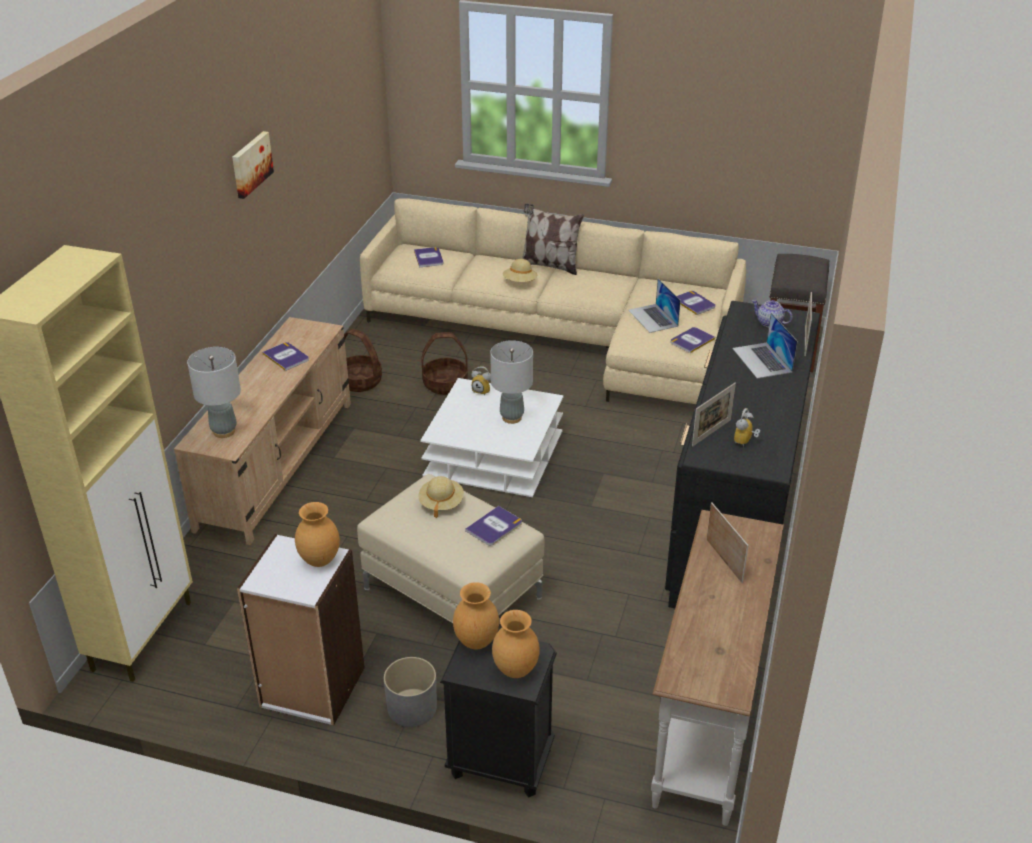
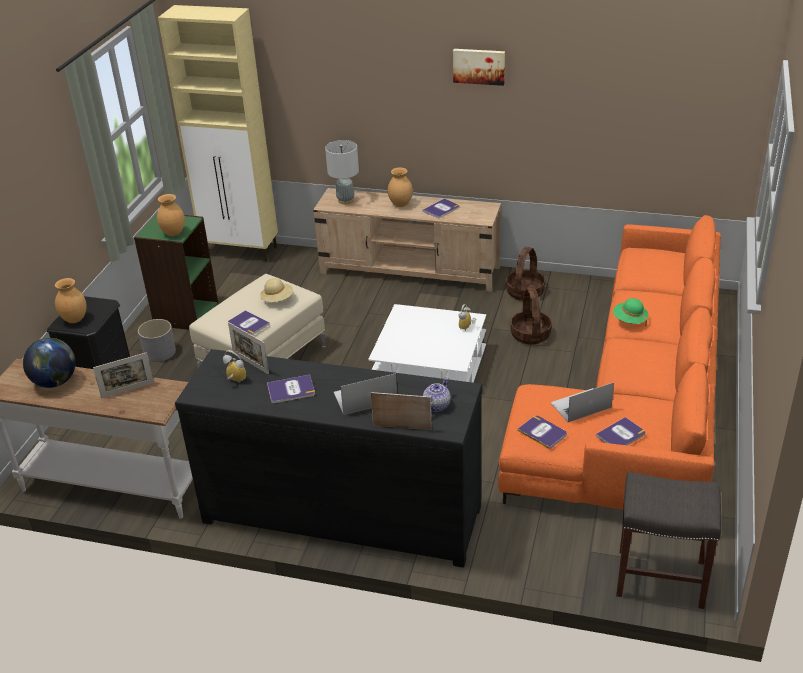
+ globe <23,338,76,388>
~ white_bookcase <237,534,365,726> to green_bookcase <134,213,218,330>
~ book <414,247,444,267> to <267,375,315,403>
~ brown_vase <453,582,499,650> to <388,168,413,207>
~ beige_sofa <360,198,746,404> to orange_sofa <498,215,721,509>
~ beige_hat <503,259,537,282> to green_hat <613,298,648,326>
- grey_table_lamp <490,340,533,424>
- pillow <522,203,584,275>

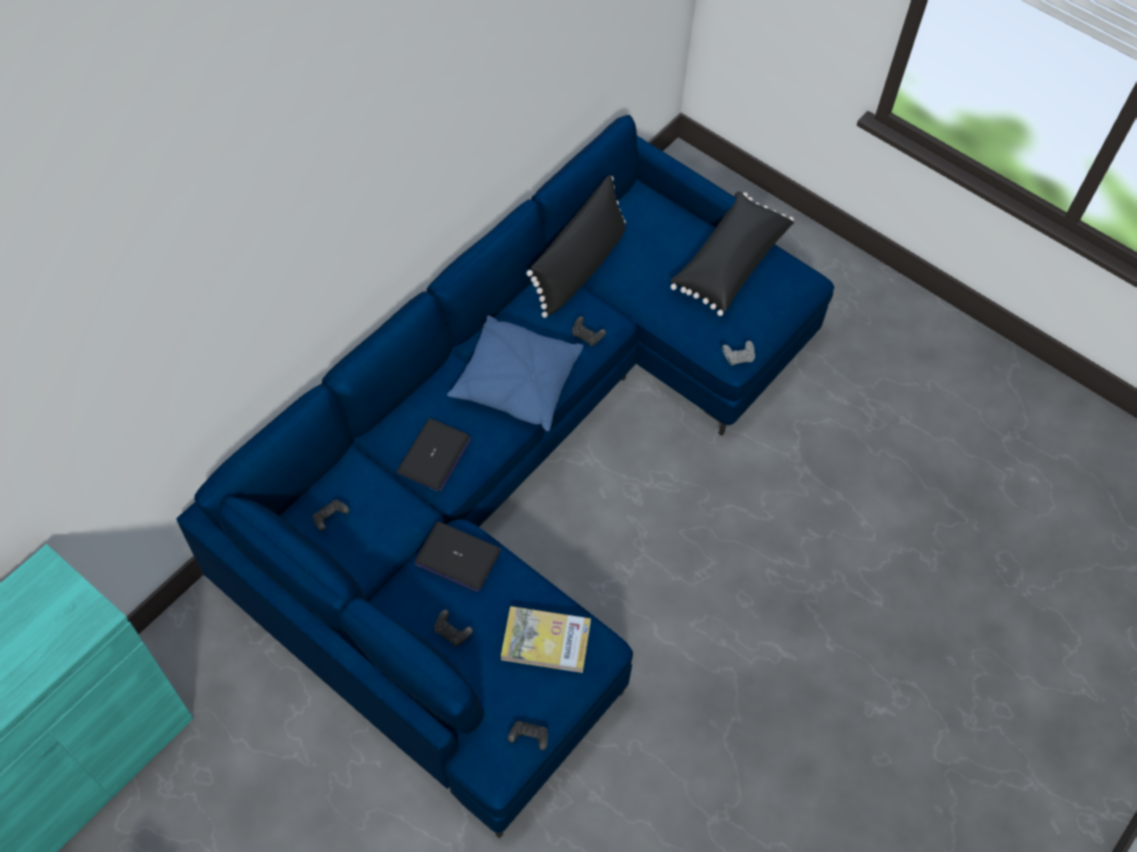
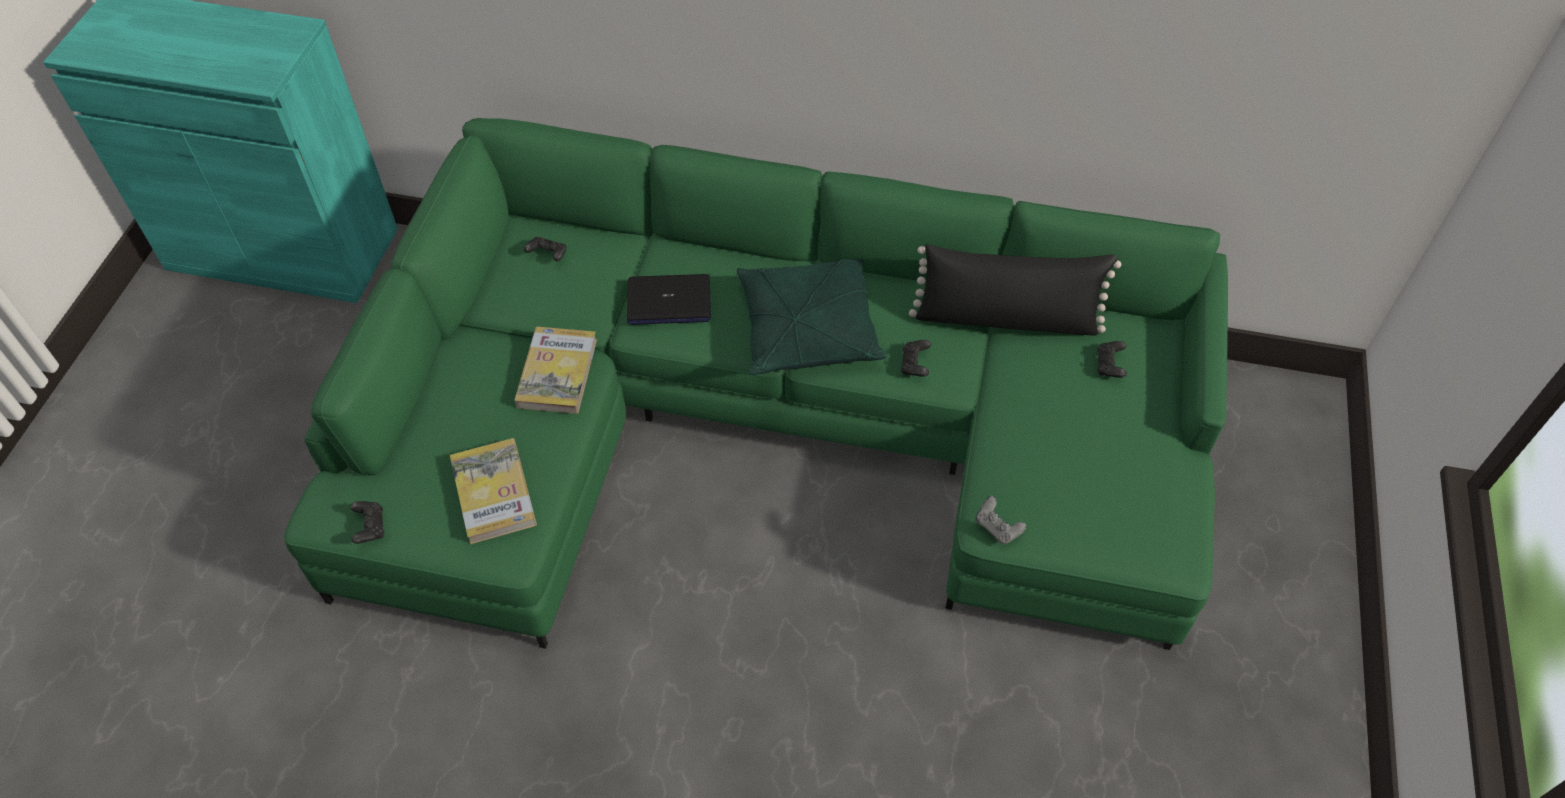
~ blue_sofa <176,115,834,839> to green_sofa <284,118,1228,650>
~ laptop <415,522,501,593> to book <515,327,597,414>
~ blue_pillow <447,315,583,431> to green_pillow <737,258,887,375>
~ black_game_controller <434,609,473,646> to <1097,341,1127,378>
- black_pillow <670,192,794,316>

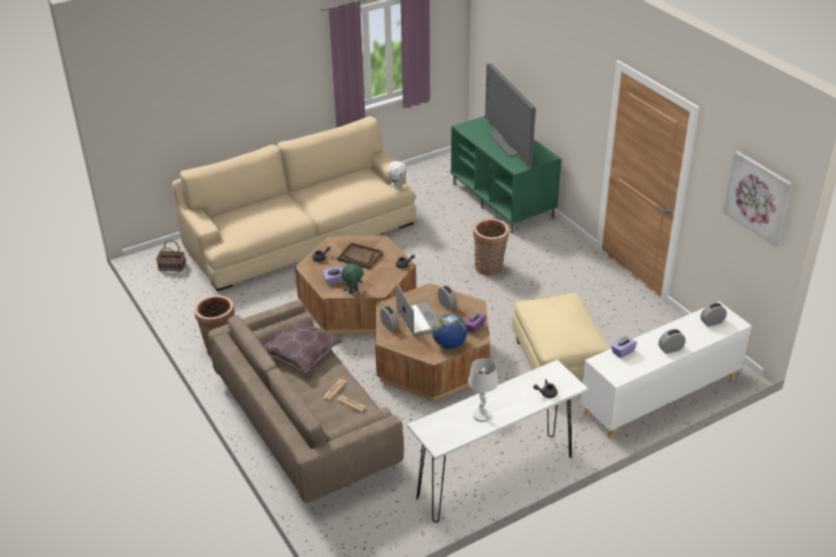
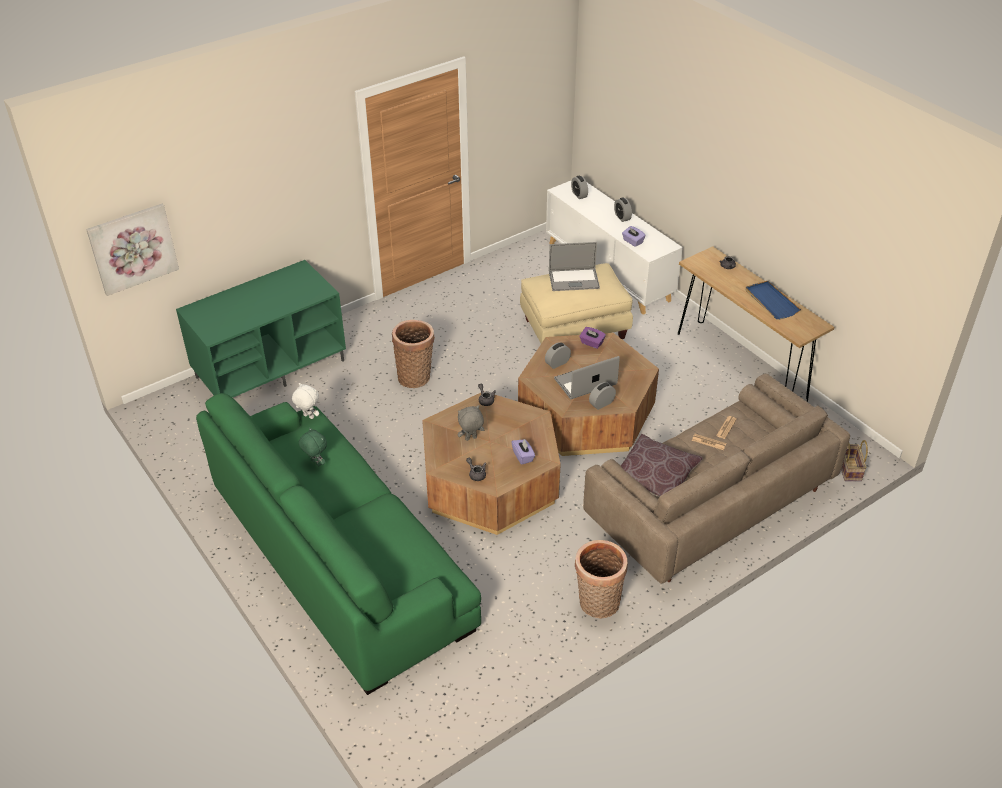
~ picture <723,151,792,247> to <86,204,179,296>
~ beige_sofa <172,116,416,291> to green_sofa <196,393,481,695>
~ green_plush_toy <341,263,363,294> to <299,427,327,466>
~ brown_tray <337,242,383,269> to grey_plush_toy <458,405,484,441>
+ laptop <549,242,600,291>
~ white_console_table <407,360,588,522> to brown_console_table <678,246,835,402>
~ white_table_lamp <468,358,498,422> to blue_tray <745,281,801,319>
~ basket <156,240,186,272> to <841,440,868,481>
- globe <432,314,467,349>
- television <485,63,536,166>

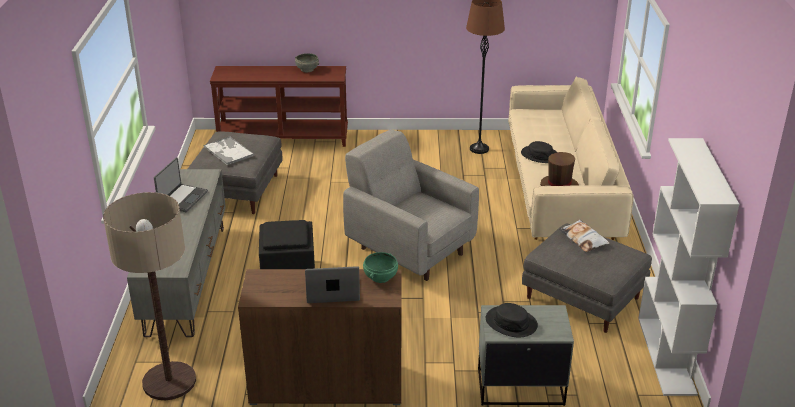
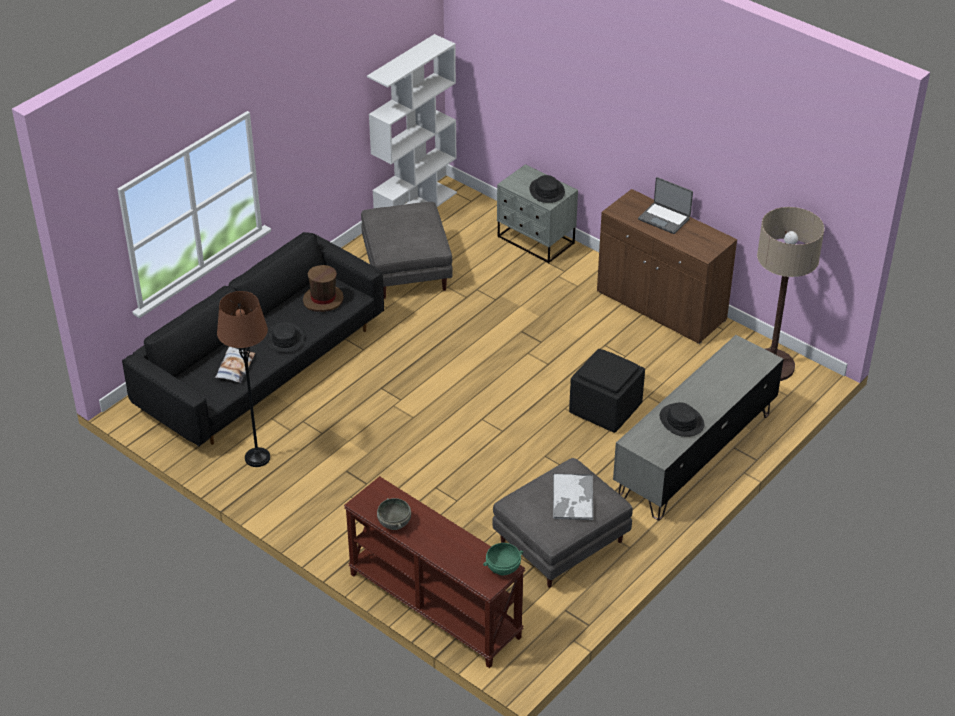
~ beige_sofa <508,77,634,240> to black_sofa <122,232,384,447>
~ pillow <559,220,609,252> to <215,346,255,383>
~ green_bowl <363,252,398,283> to <483,543,523,575>
~ laptop <154,157,208,212> to black_hat <660,402,704,437>
- grey_armchair <343,130,479,281>

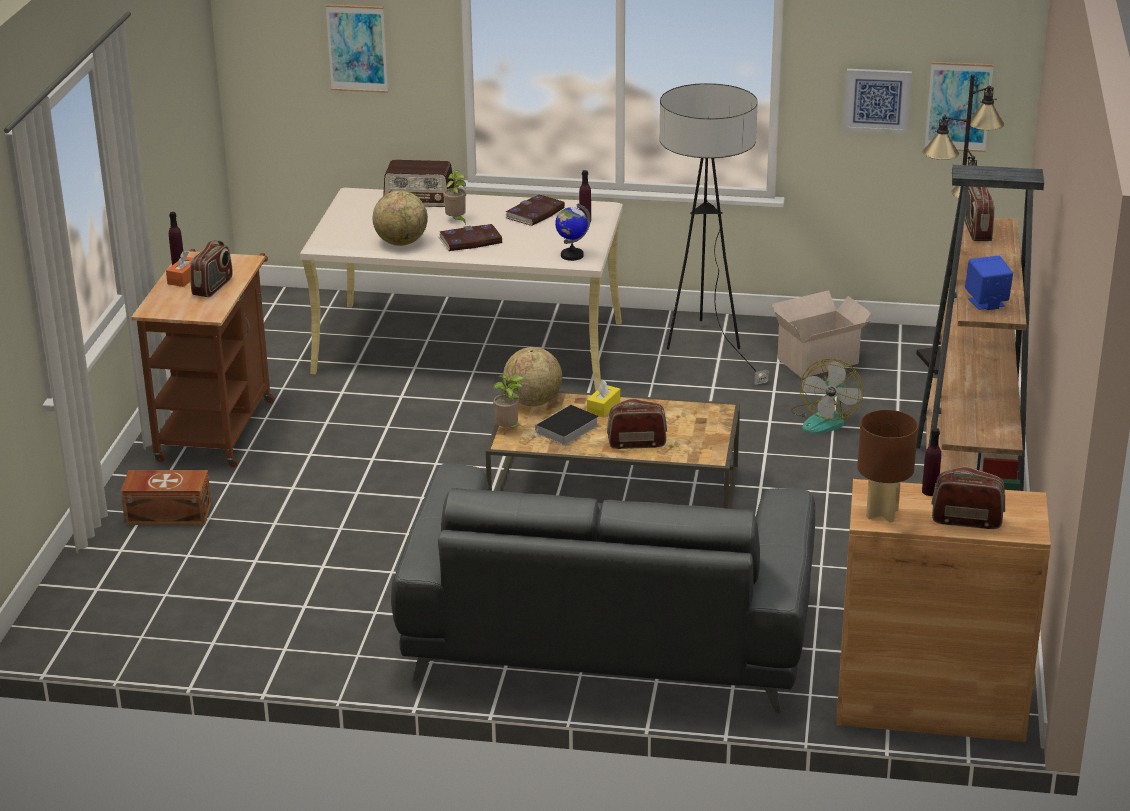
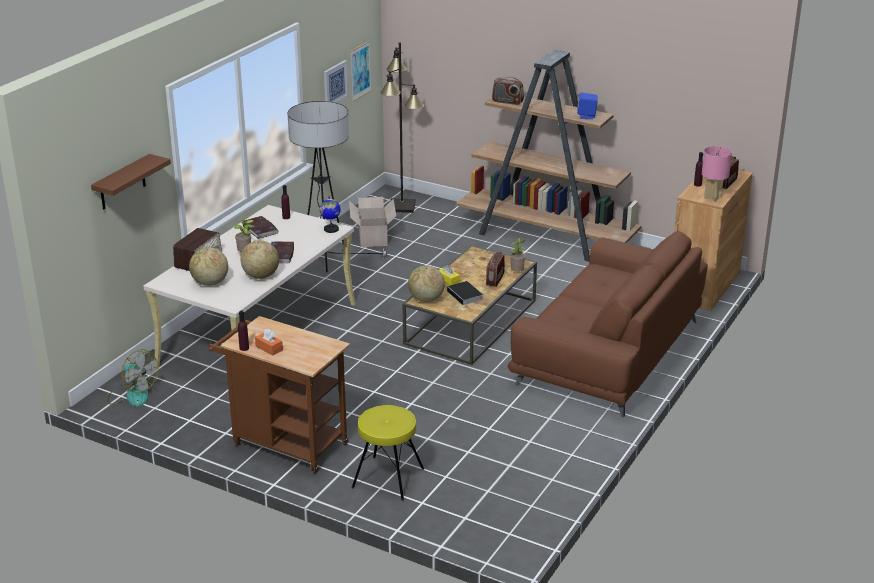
~ picture <325,4,388,93> to brown_shelf <91,154,171,210>
~ fan <791,359,864,434> to <107,349,159,407>
+ globe <189,247,228,286>
~ brown_storage_box <121,470,212,525> to yellow_stool <352,405,424,501>
~ grey_sofa <391,463,815,713> to brown_sofa <508,231,708,417>
~ potted_plant <493,375,525,428> to <510,238,526,271>
~ brown_table_lamp <857,410,918,523> to pink_table_lamp <702,146,732,202>
- radio <190,240,233,297>

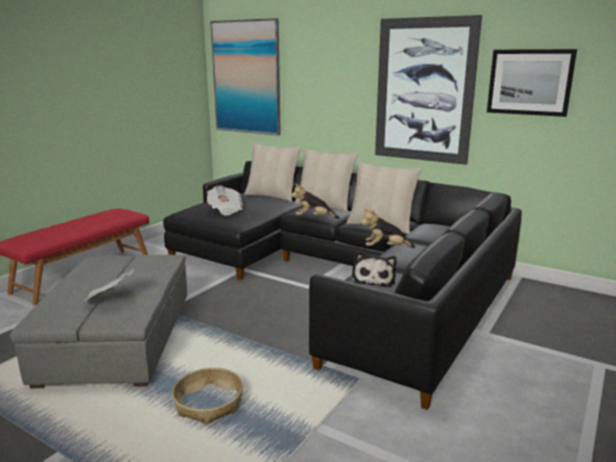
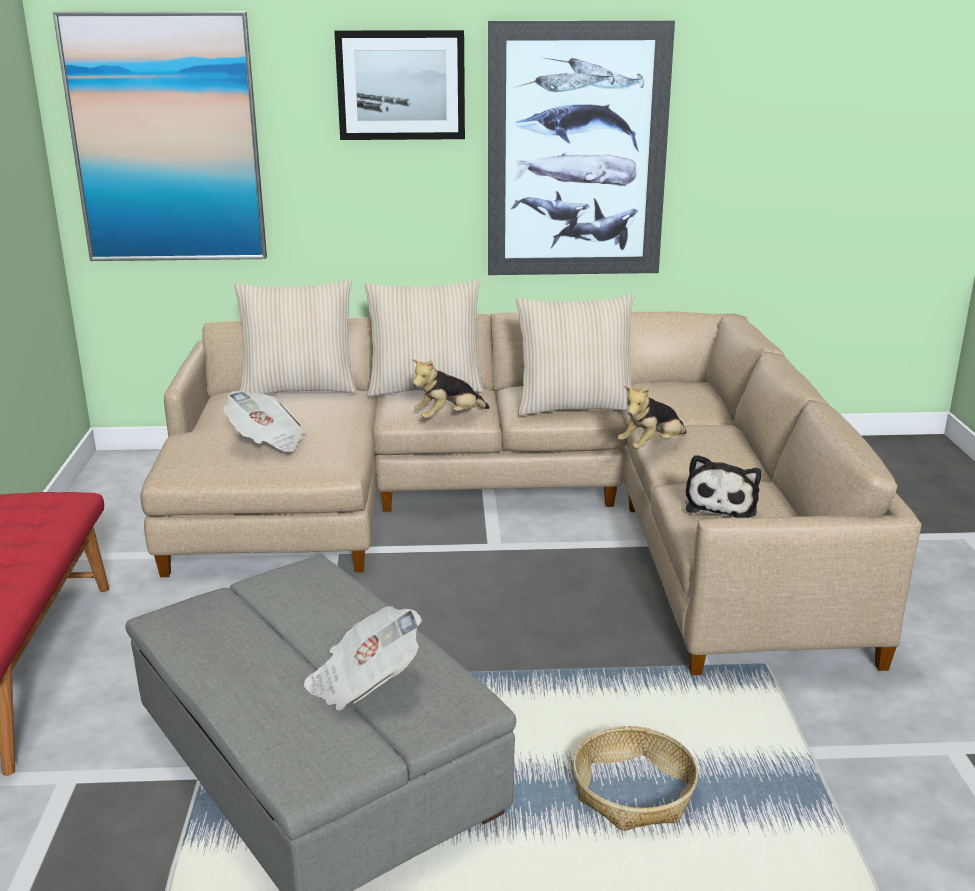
~ black_sofa <163,161,522,410> to beige_sofa <140,312,922,675>
~ picture <487,49,577,117> to <334,30,465,140>
~ plush_toy <352,251,397,288> = <685,455,761,518> 45 degrees clockwise

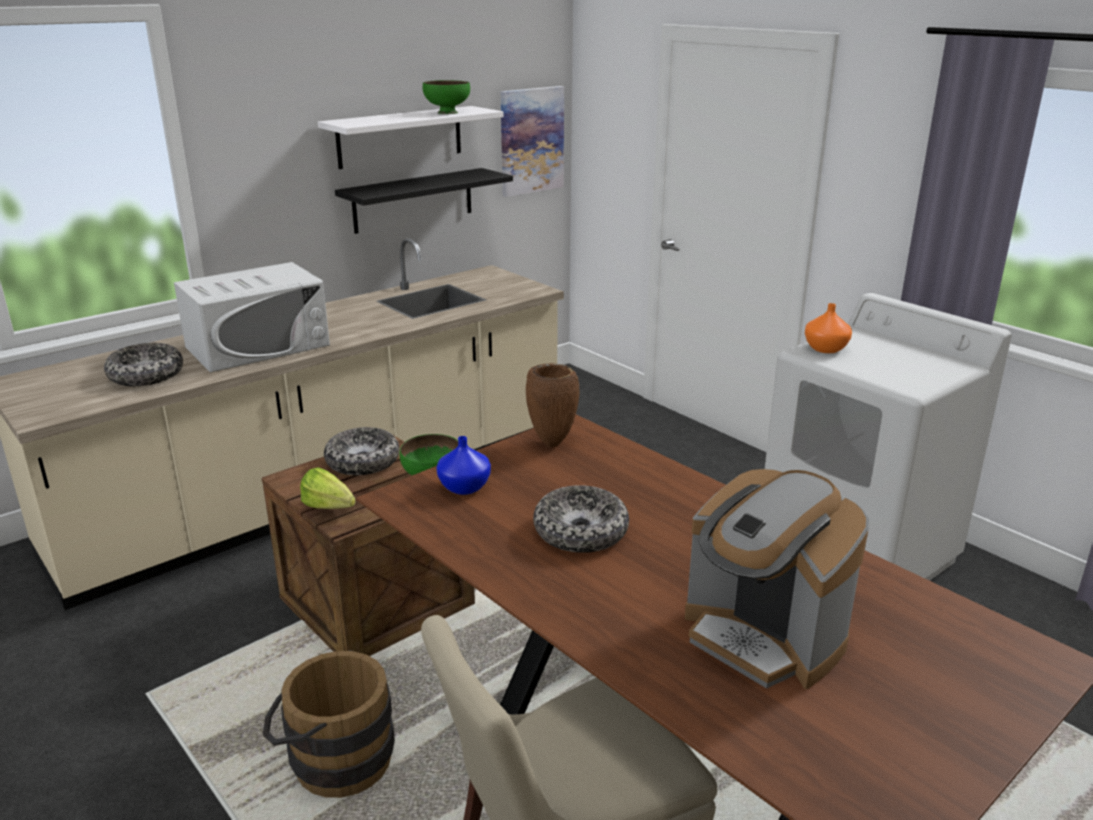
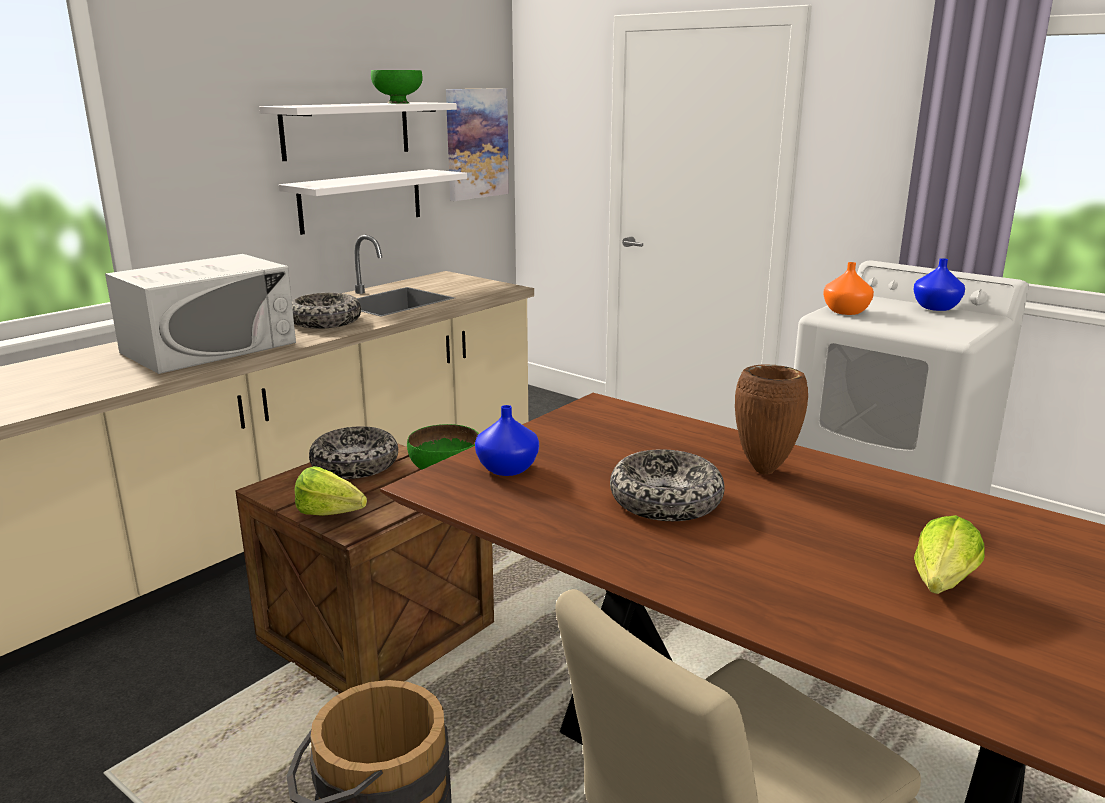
~ black_shelf <335,168,513,234> to white_shelf <279,169,467,235>
~ bowl <104,343,183,386> to <292,293,361,329>
~ brown_vase <526,363,579,447> to <735,364,808,475>
+ blue_vase <913,258,965,311>
~ coffee_machine <685,469,869,689> to lettuce <914,515,985,594>

